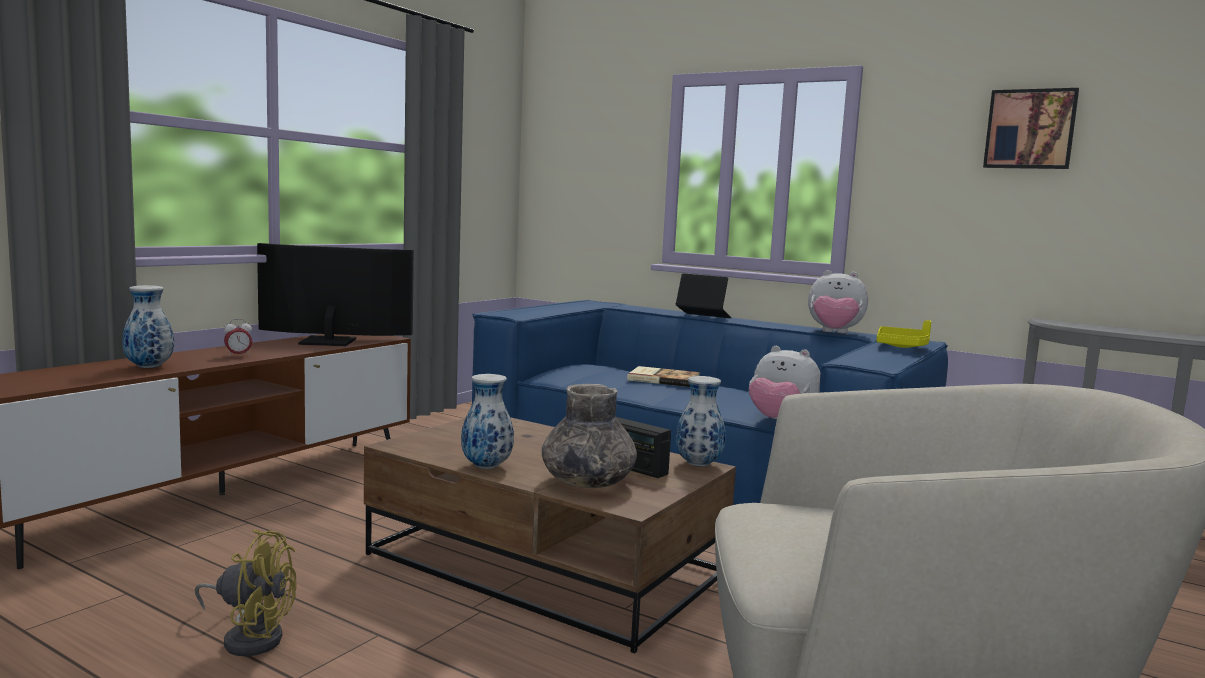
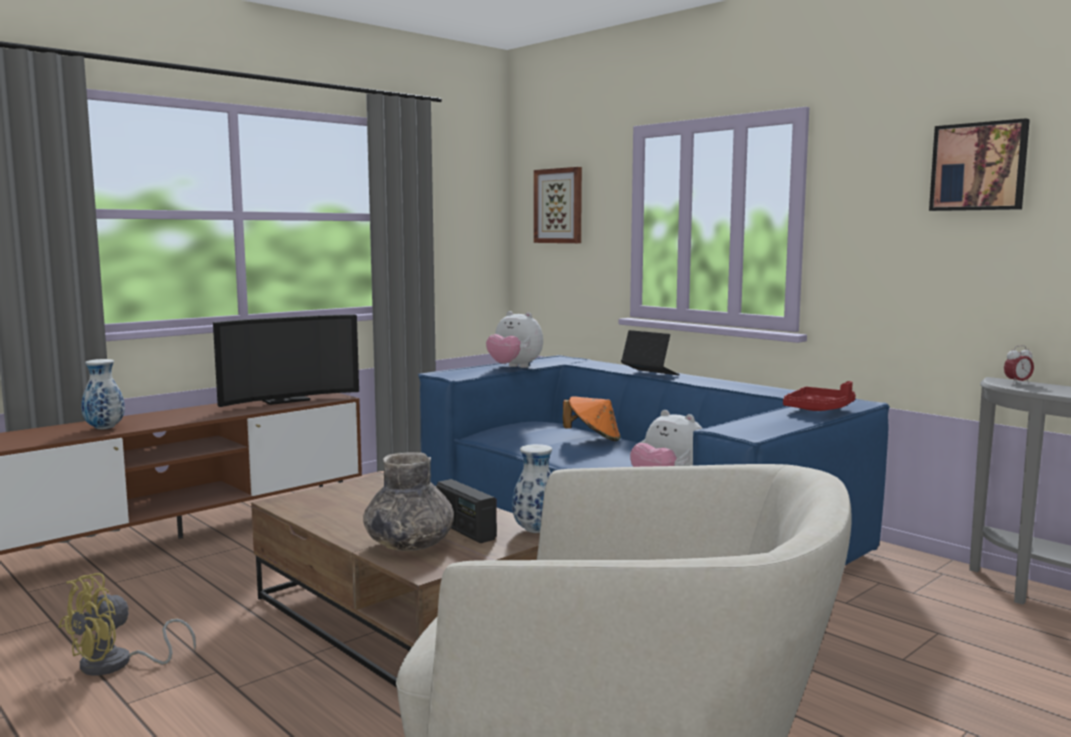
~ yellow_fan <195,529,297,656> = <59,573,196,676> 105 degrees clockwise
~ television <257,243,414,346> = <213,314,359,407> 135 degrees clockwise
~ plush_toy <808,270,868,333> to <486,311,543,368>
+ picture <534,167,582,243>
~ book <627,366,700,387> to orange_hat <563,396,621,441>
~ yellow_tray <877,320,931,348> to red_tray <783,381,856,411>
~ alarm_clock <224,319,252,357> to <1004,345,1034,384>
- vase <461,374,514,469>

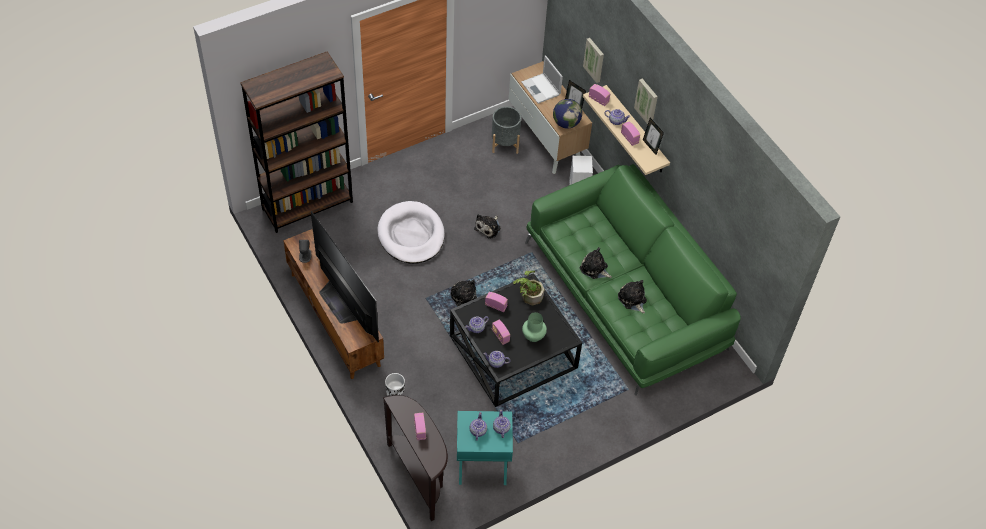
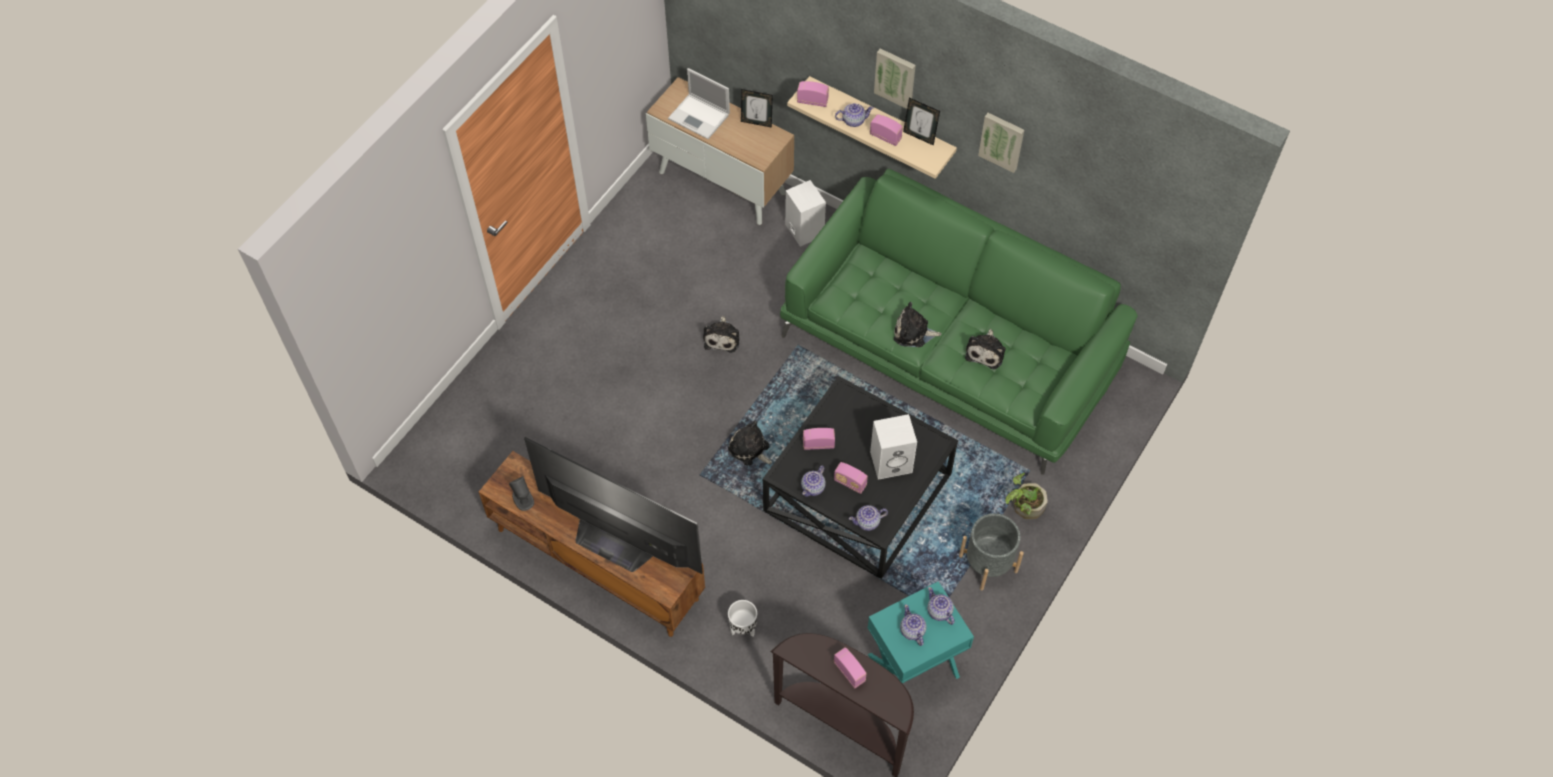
~ green_vase <522,312,547,342> to white_speaker <870,414,917,480>
~ grey_planter <492,107,521,154> to <959,513,1024,591>
~ plush_toy <618,280,647,313> = <965,329,1005,369> 105 degrees counterclockwise
~ picture <583,38,604,83> to <978,113,1024,173>
~ potted_plant <513,271,544,305> to <1005,473,1048,519>
- brown_bookcase <240,52,353,233>
- white_dog_bed <378,201,445,264>
- globe <553,99,582,128>

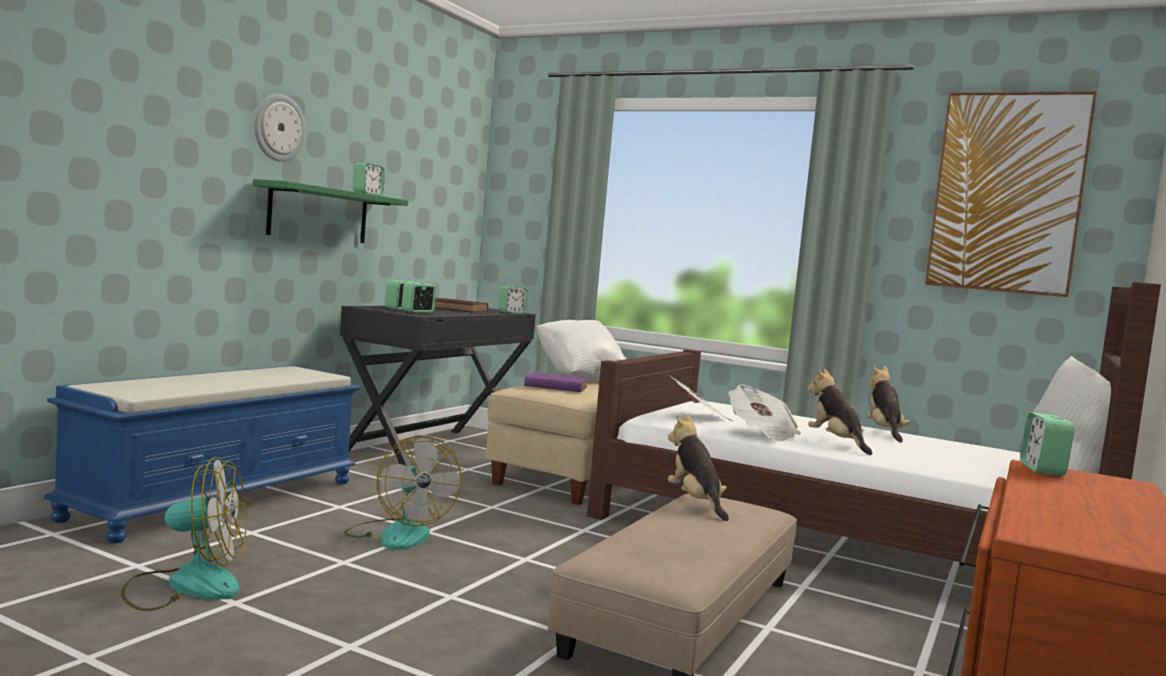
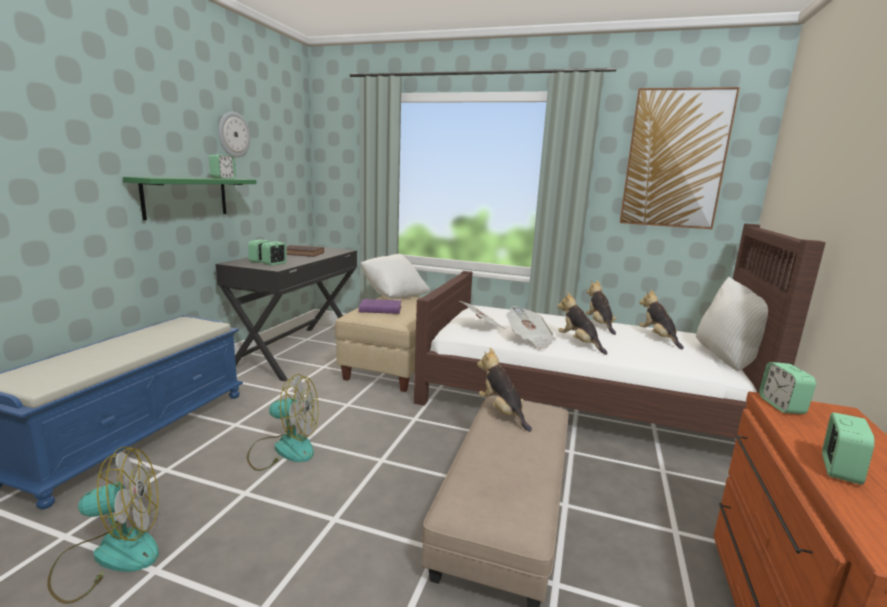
~ wall_clock <254,94,306,162> to <219,112,250,157>
~ fan <344,436,461,550> = <247,374,319,471> 45 degrees counterclockwise
+ plush_toy <639,290,684,350>
~ alarm_clock <498,286,528,313> to <822,412,875,485>

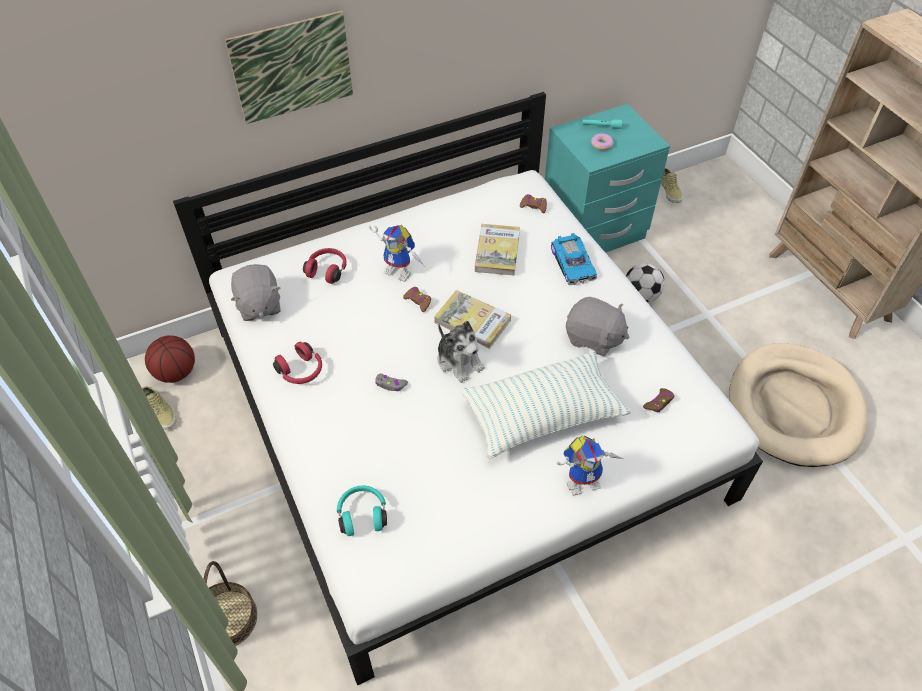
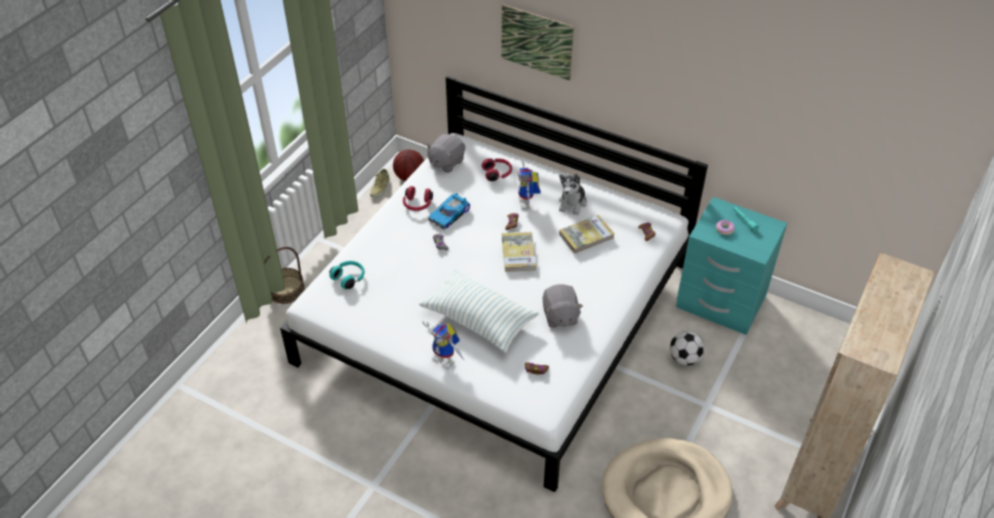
~ toy_car <551,233,597,285> to <428,193,470,230>
~ plush_toy <438,321,485,383> to <559,173,587,216>
- beige_shoe <661,168,683,203>

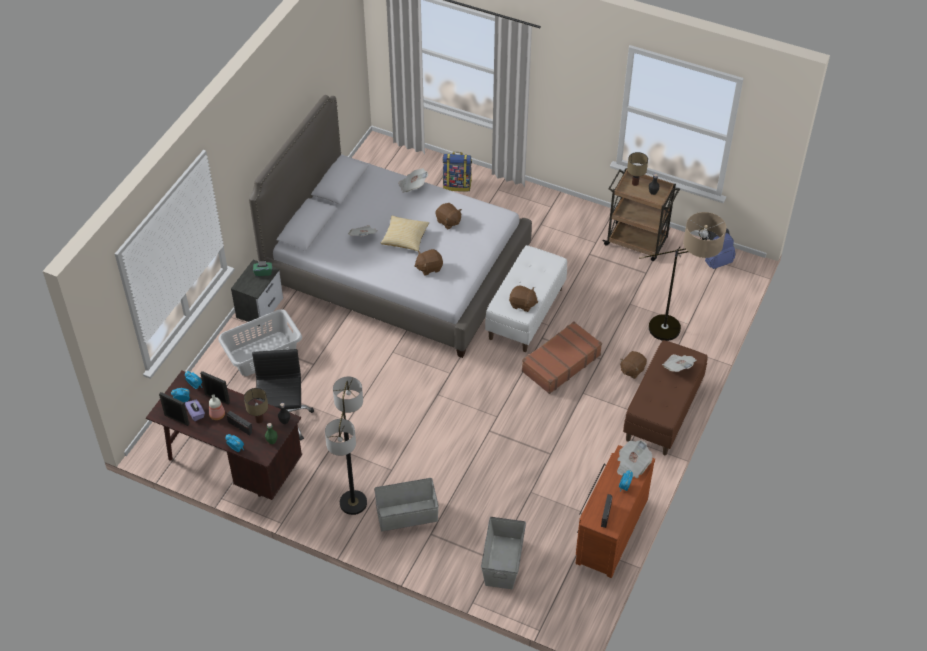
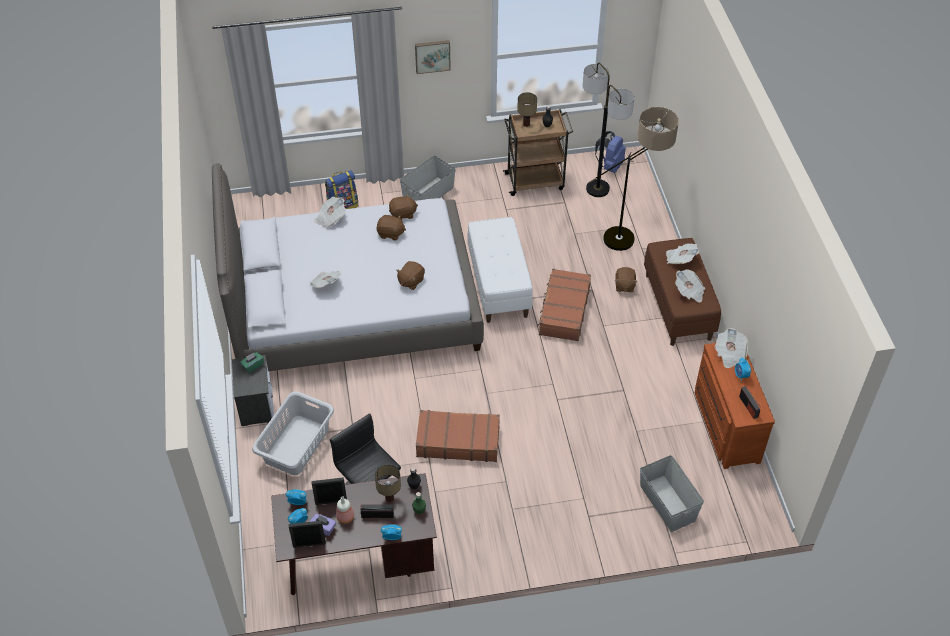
~ brown_plush_toy <509,286,538,312> to <389,195,418,220>
~ grey_storage_box <374,478,439,531> to <400,155,456,201>
+ picture <415,40,451,74>
+ brown_suitcase <416,410,500,462>
~ floor_lamp <325,377,367,515> to <583,63,634,197>
+ newspaper <675,269,705,303>
- pillow <380,215,430,251>

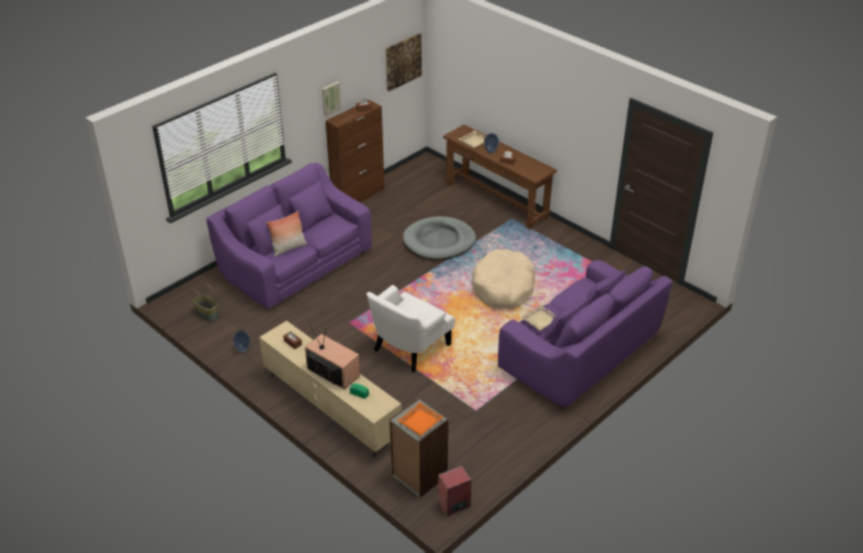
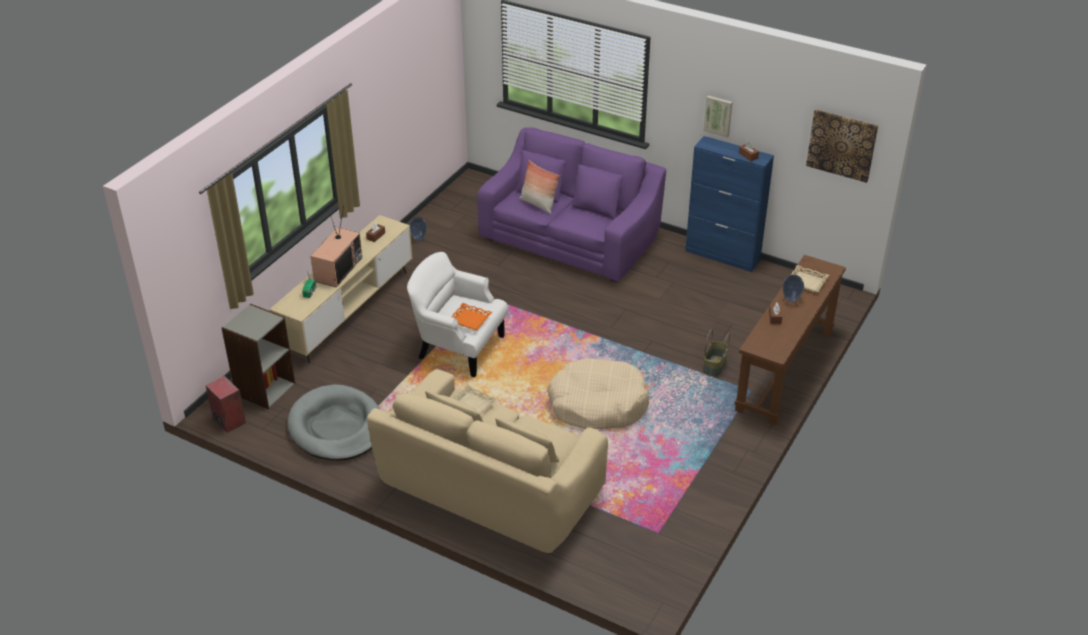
~ grey_dog_bed <403,216,476,260> to <287,384,380,461>
~ purple_sofa <498,260,673,408> to beige_sofa <367,369,608,554>
~ orange_tray <397,402,443,436> to <452,303,492,330>
~ brown_cabinet <326,100,385,202> to blue_cabinet <685,136,774,272>
~ basket <192,283,219,322> to <703,329,730,377>

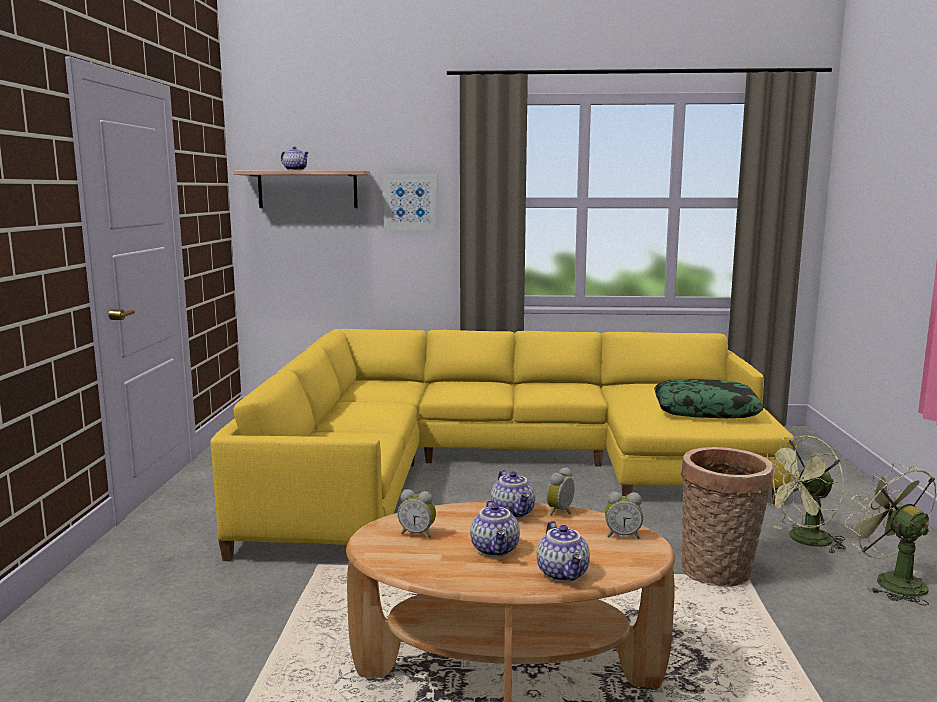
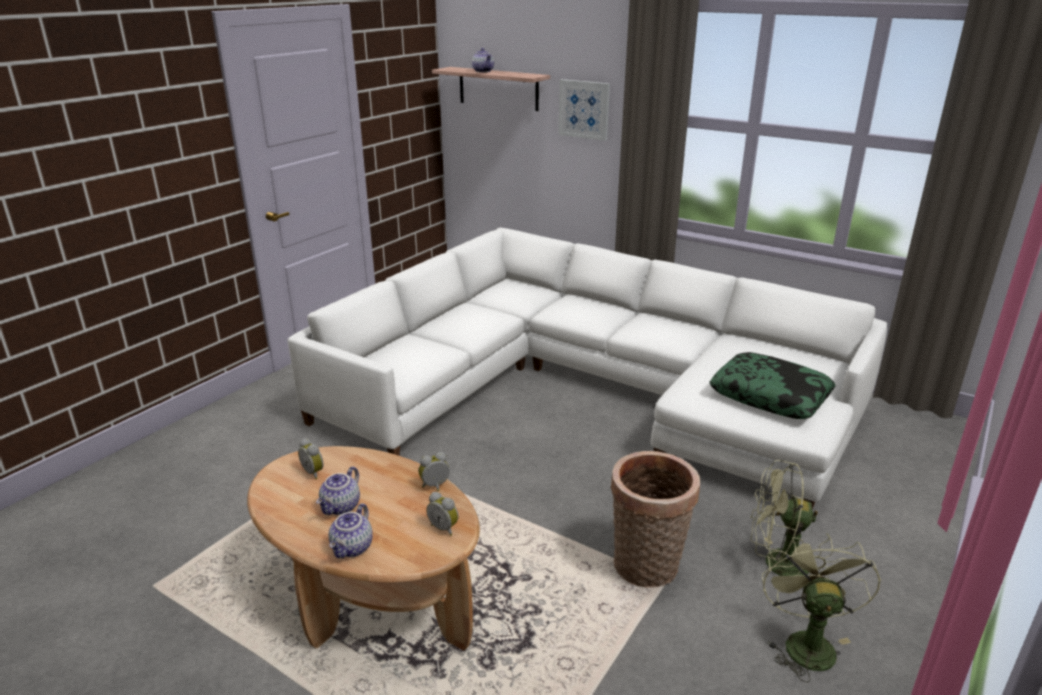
~ yellow_sofa <210,329,795,561> to white_sofa <288,228,887,509>
- teapot <491,470,535,519>

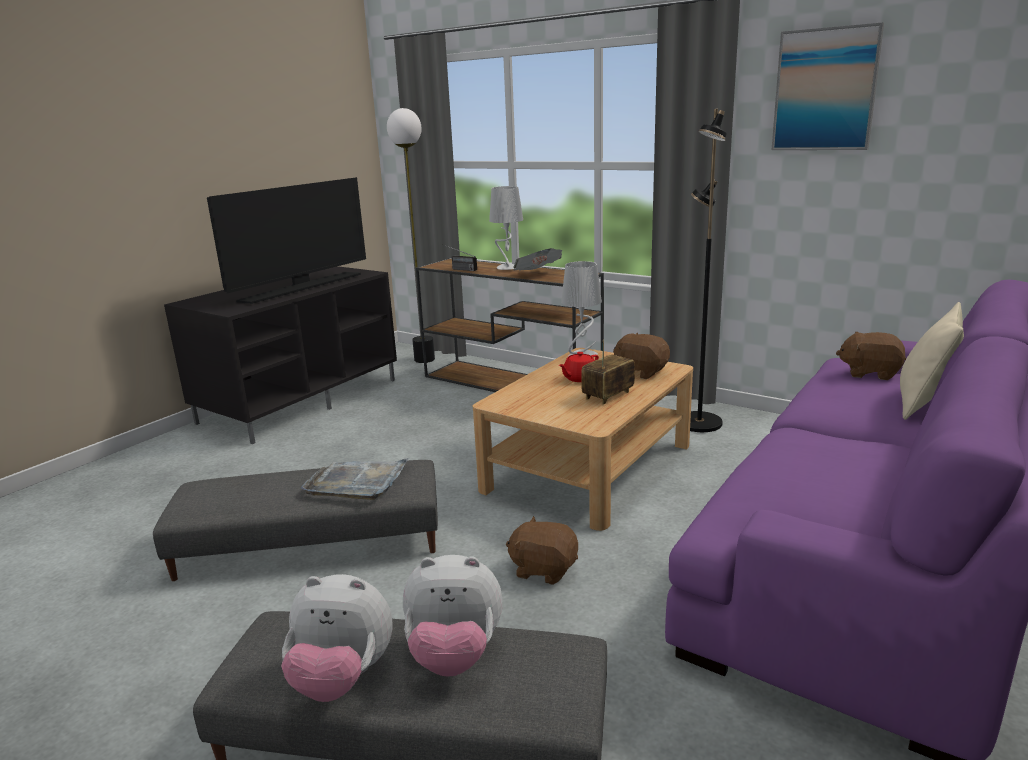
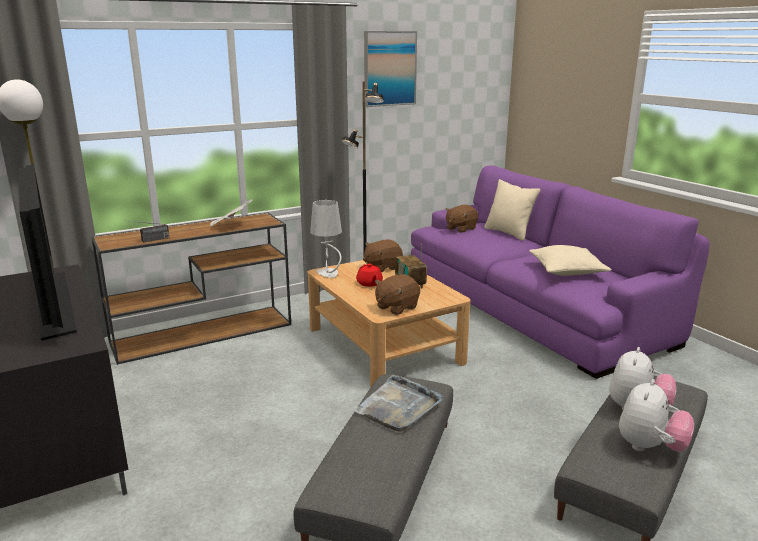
~ brown_plush_toy <506,516,578,585> to <375,274,420,315>
+ beige_pillow <529,245,612,276>
- grey_table_lamp <489,186,523,270>

